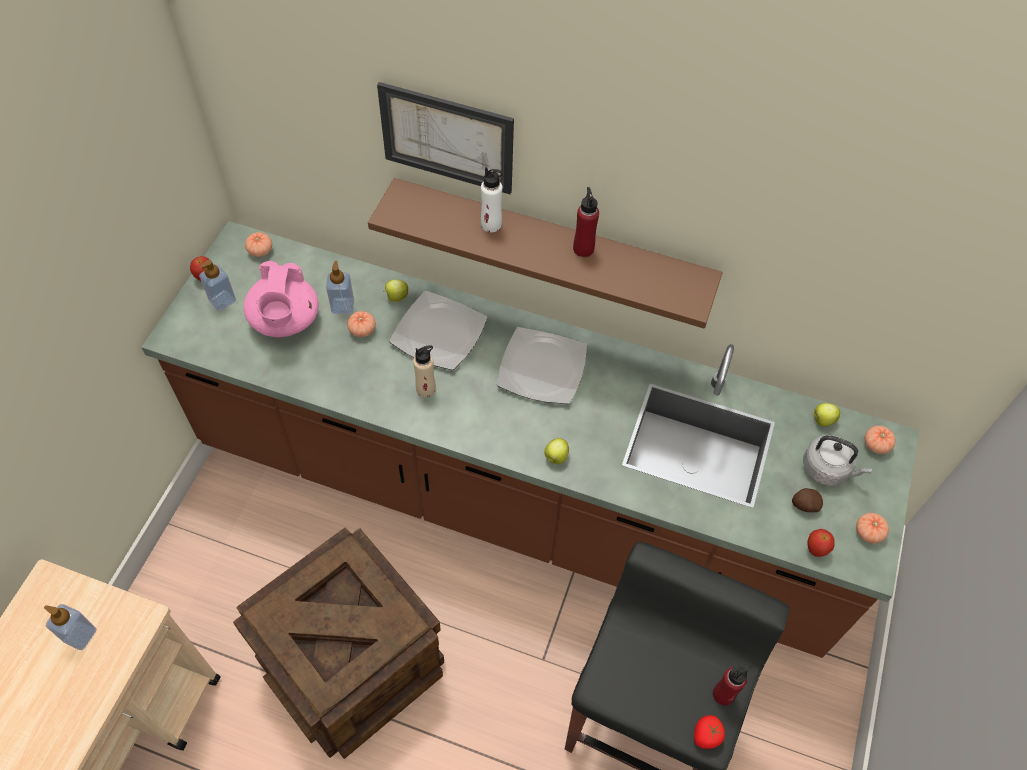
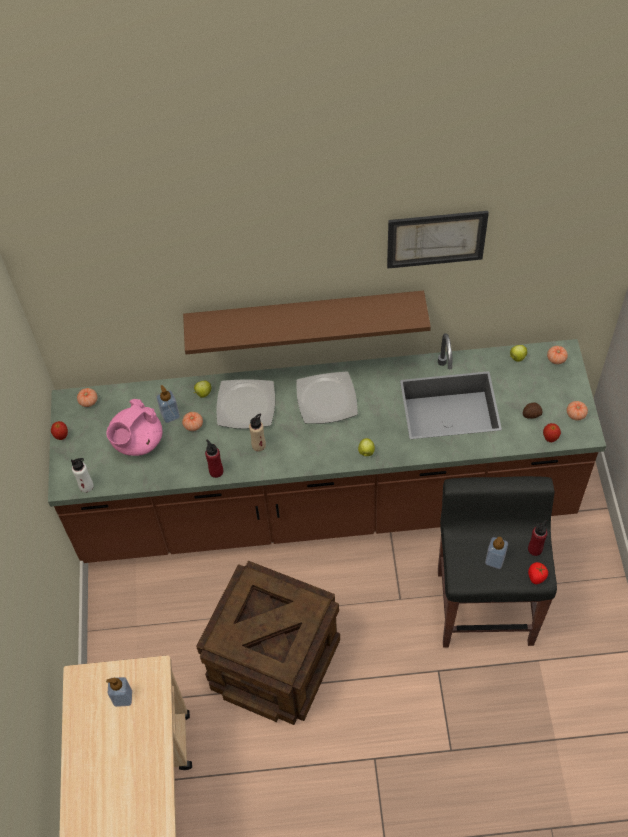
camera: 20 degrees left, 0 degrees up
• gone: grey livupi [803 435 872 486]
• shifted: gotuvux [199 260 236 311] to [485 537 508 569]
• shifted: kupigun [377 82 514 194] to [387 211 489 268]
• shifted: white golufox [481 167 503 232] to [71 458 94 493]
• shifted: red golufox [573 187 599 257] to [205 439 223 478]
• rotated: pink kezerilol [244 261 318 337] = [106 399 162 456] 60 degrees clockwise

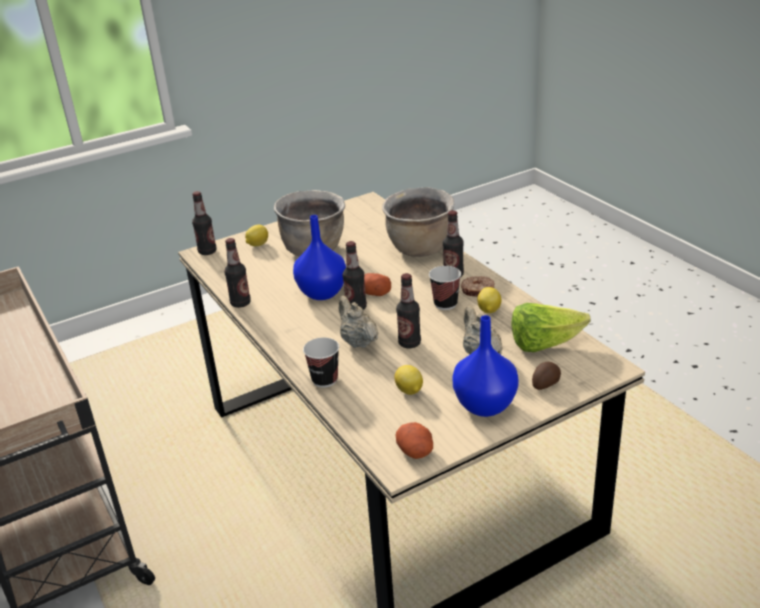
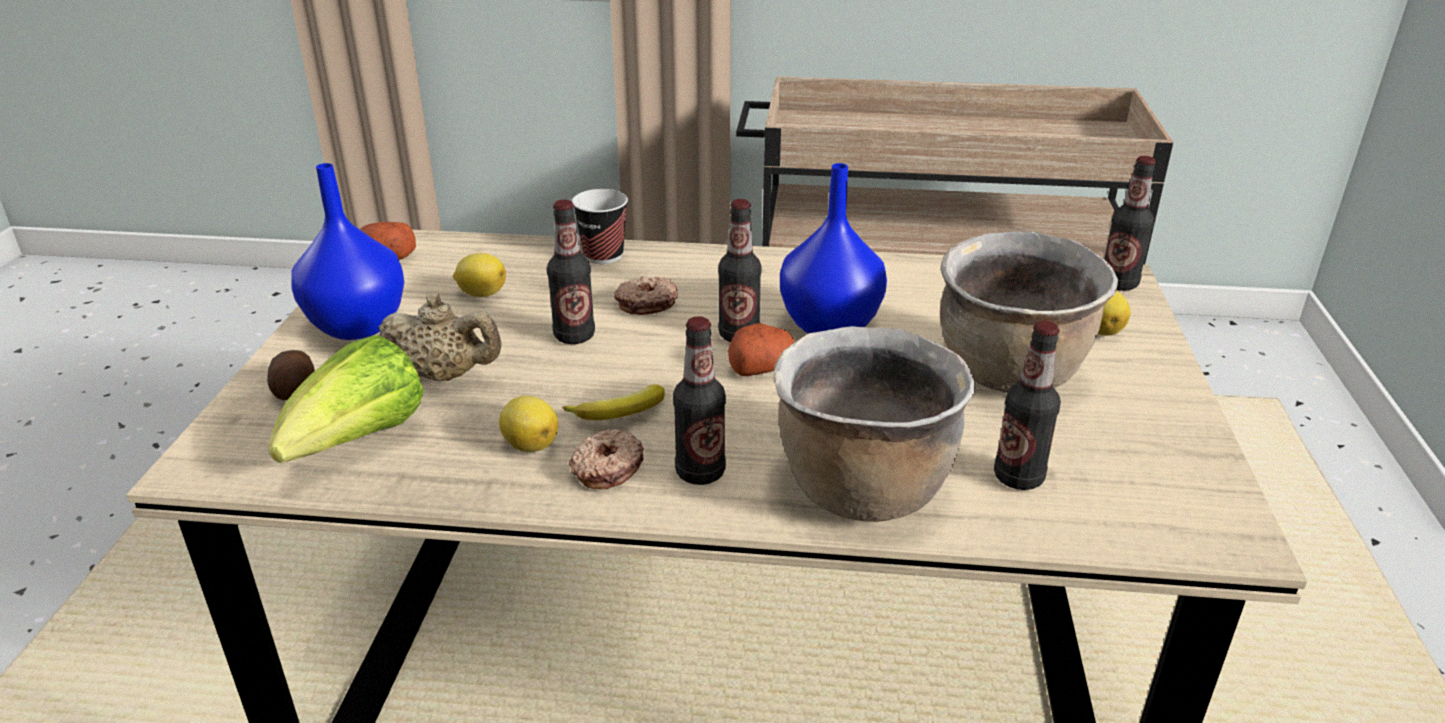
camera: 125 degrees right, 0 degrees up
• shifted: golufox [225 238 251 308] to [994 321 1061 490]
• swapped: beige kezerilol [339 296 378 348] to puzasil [614 276 678 315]
• swapped: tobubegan [429 266 461 310] to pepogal [562 384 665 420]

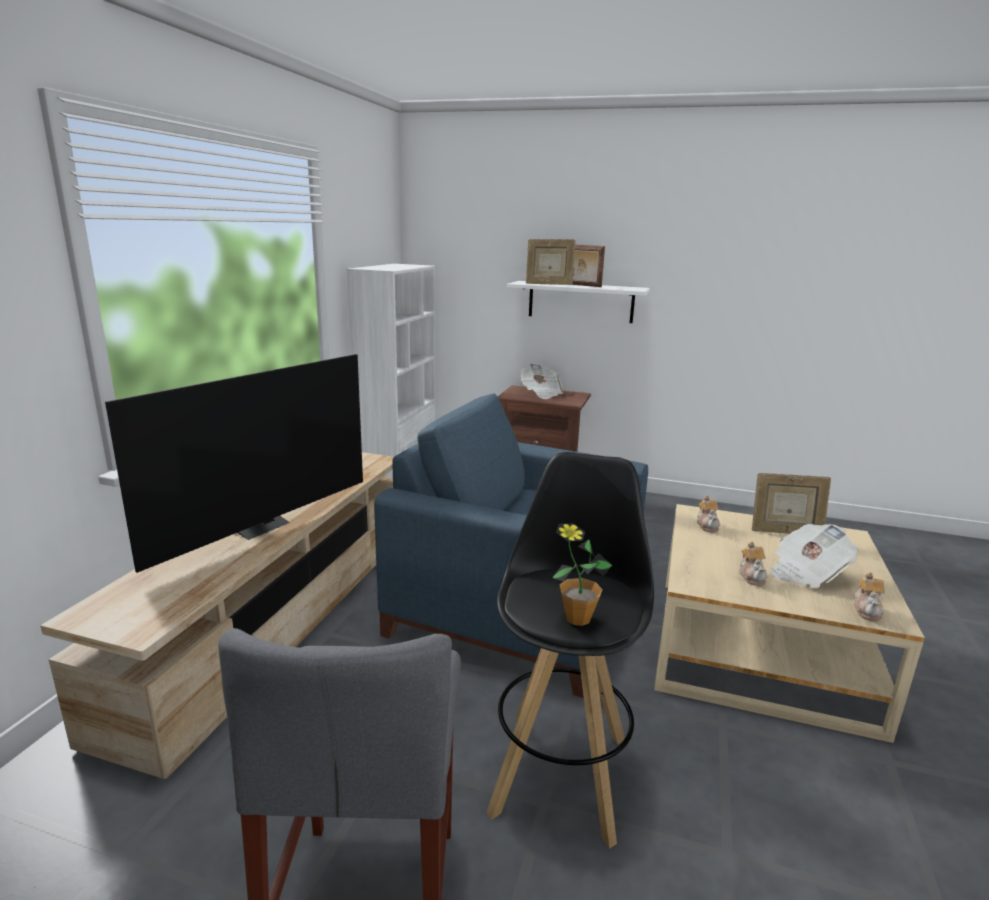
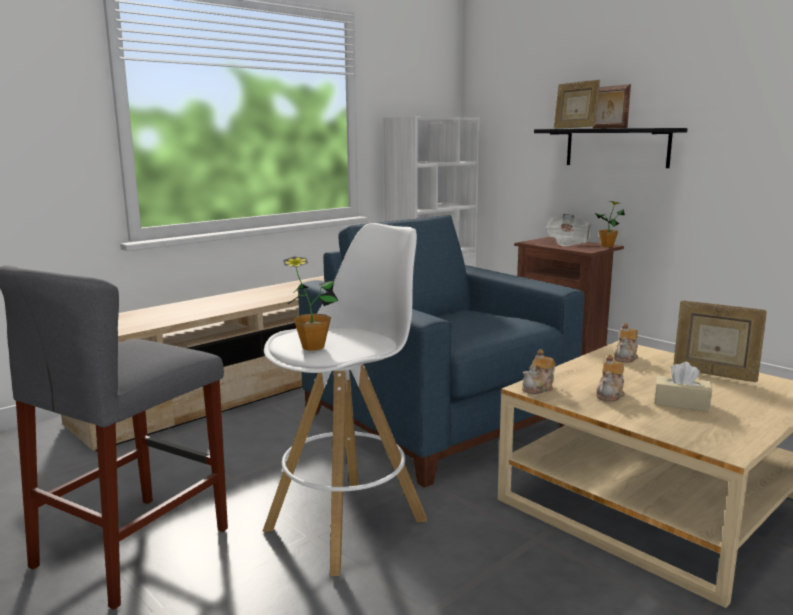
camera: 30 degrees right, 5 degrees down
• gone: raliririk [105 354 363 573]
• new: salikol [595 201 625 247]
• shifted: kezerilol [854 572 885 621] to [522 349 556 394]
• swapped: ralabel [770 524 858 588] to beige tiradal [655 362 712 412]
• repainted: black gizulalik [487 452 654 849] to white gizulalik [262 223 427 576]
• repainted: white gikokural [507 281 650 323] to black gikokural [534 128 688 168]

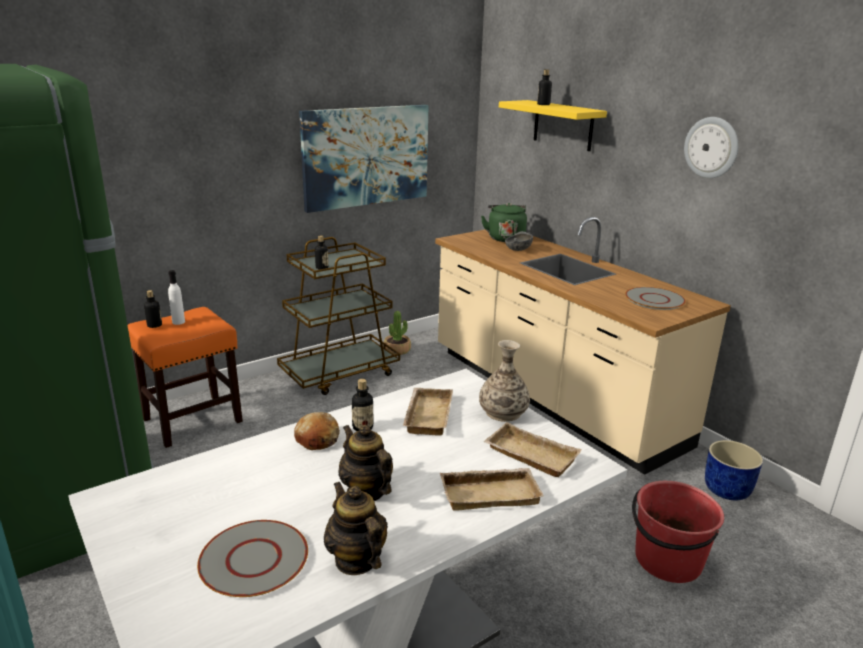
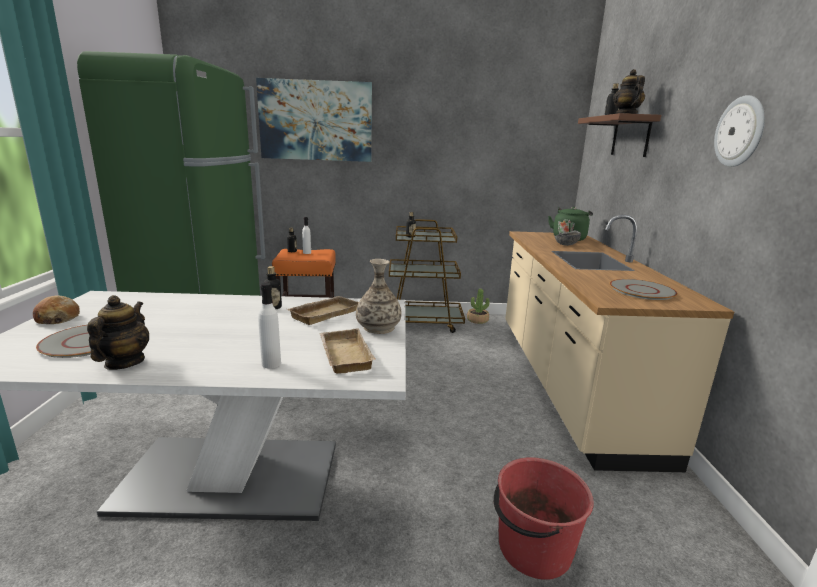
camera: 35 degrees right, 5 degrees down
• gone: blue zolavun [705 440 763 501]
• shifted: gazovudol [294 412 340 450] to [33 295 80 324]
• shifted: kupigun [299 105 428 213] to [256 78 372 162]
• shifted: kezerilol [339 425 393 502] to [613 69 645 114]
• swapped: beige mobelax [440 468 543 511] to white golufox [258 283 281 369]
• repainted: yellow gikokural [499 100 607 151] to brown gikokural [578 113 661 157]

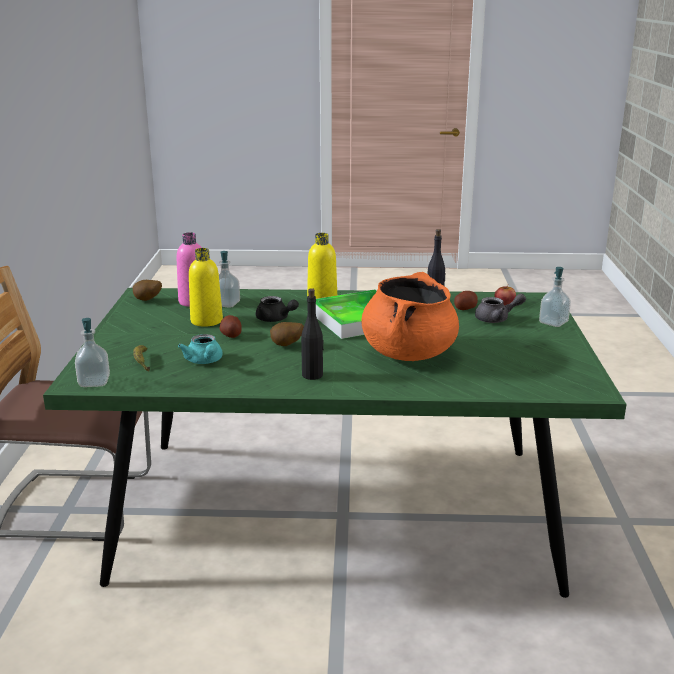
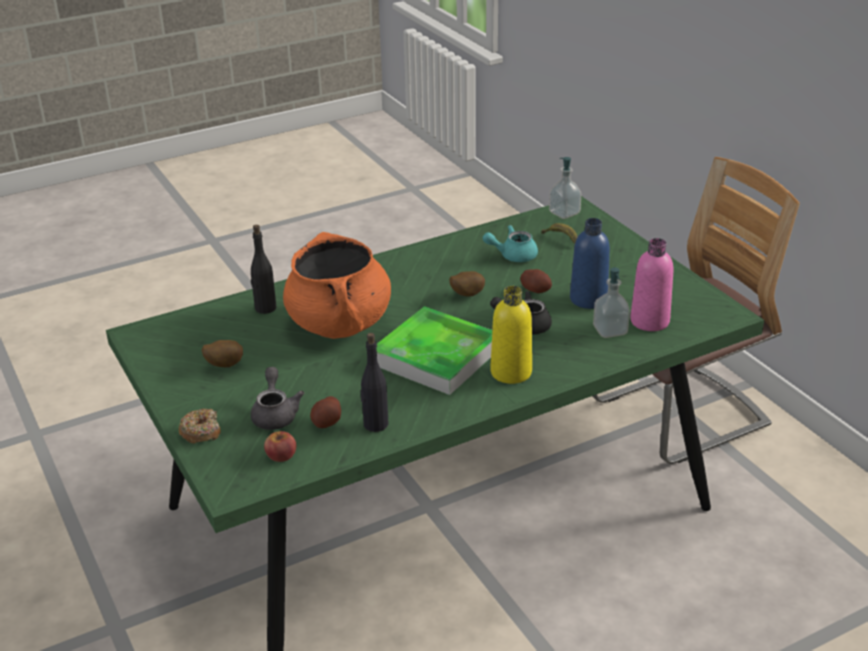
camera: 150 degrees right, 10 degrees up
• shifted: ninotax [133 280 162 301] to [202 340 243 367]
• shifted: black golufox [301 288 324 380] to [251 225 276 314]
• swapped: gotuvux [539 267 571 327] to puzasil [179 409 221 444]
• repainted: yellow golufox [189 248 223 327] to blue golufox [570 218 610 309]
• rotated: turquoise kezerilol [178 334 223 364] = [483 225 538 262] 45 degrees counterclockwise
• rotated: grey kezerilol [475 293 526 323] = [251 367 304 430] 120 degrees clockwise

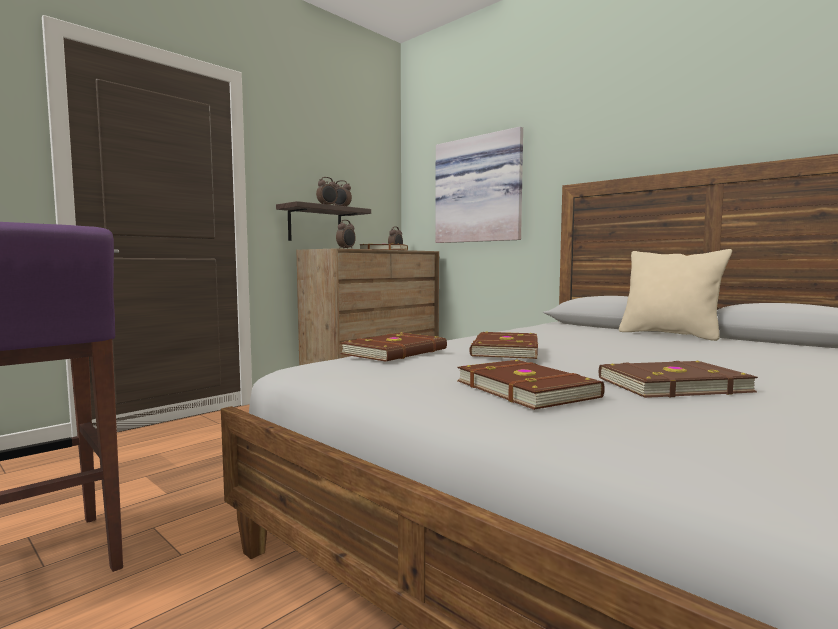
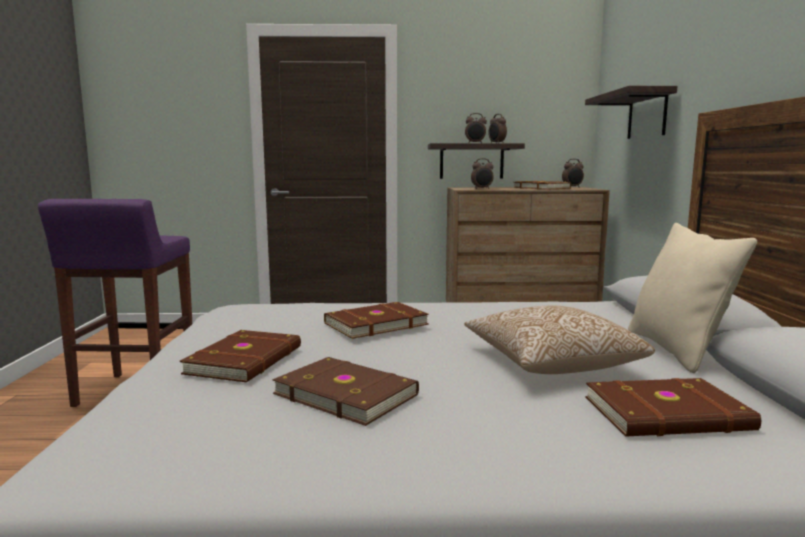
camera: 45 degrees right, 5 degrees up
• new: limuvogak [464 306 655 374]
• shifted: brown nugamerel [340 332 447 362] to [586 378 761 436]
• swapped: kupigun [435 127 523 243] to gikokural [585 86 678 139]

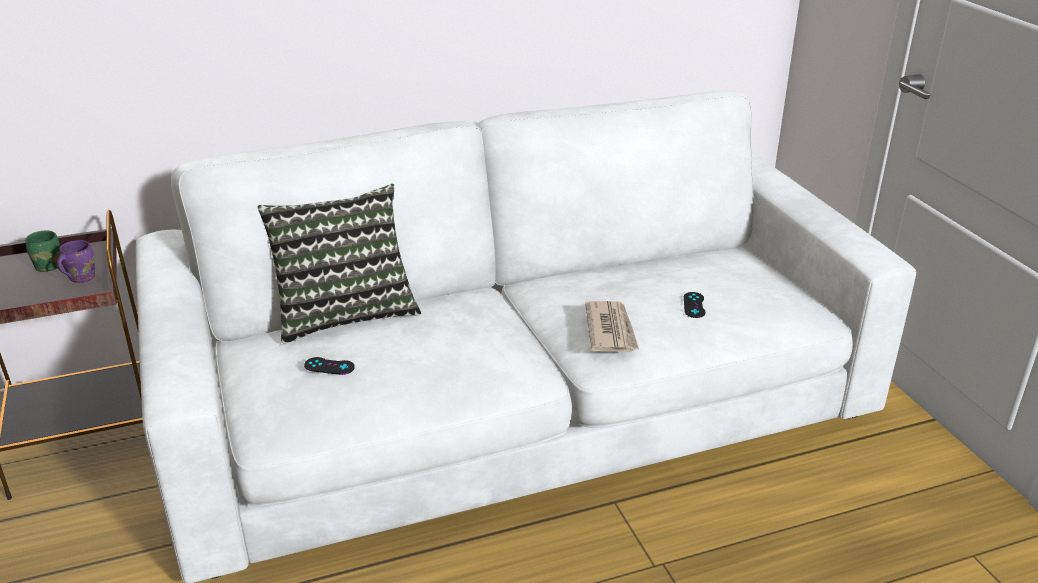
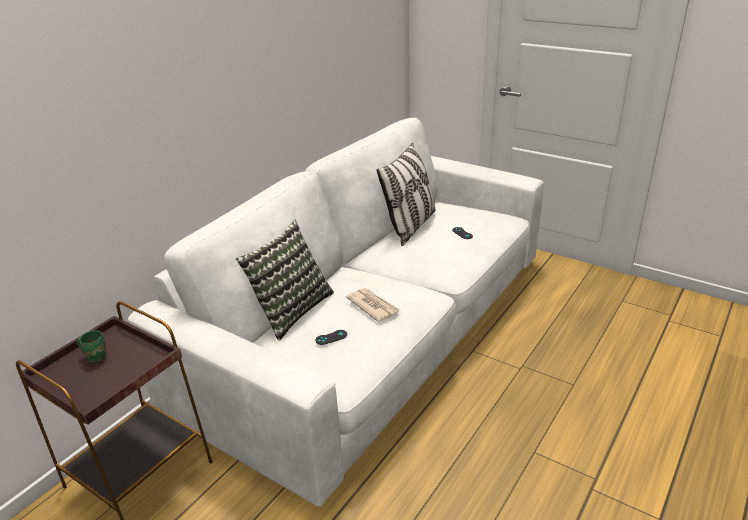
camera: 35 degrees left, 0 degrees up
• gone: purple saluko [57 240 95 283]
• new: limuvogak [376 143 435 246]
• shifted: ralabel [585 301 639 352] to [346 288 400 322]

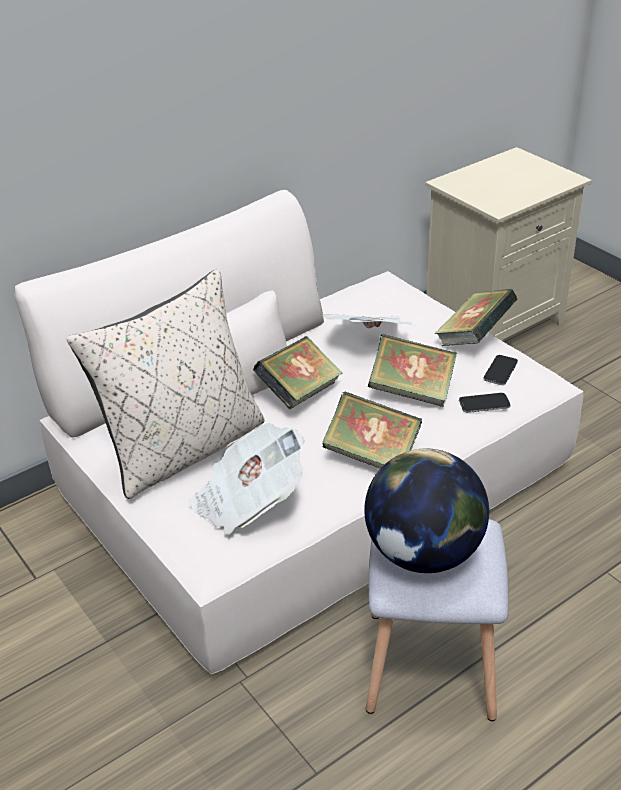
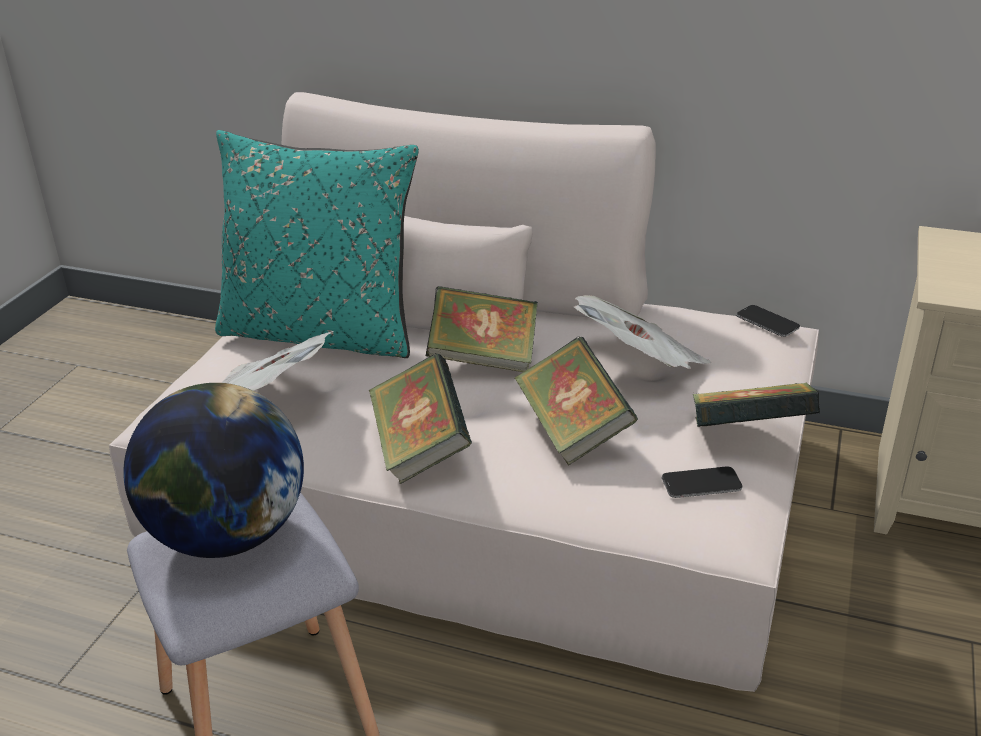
camera: 55 degrees right, 5 degrees down
• shifted: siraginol [459 393 510 413] to [736 305 800 337]
• repainted: beige limuvogak [67 270 264 499] to turquoise limuvogak [215 130 419 358]

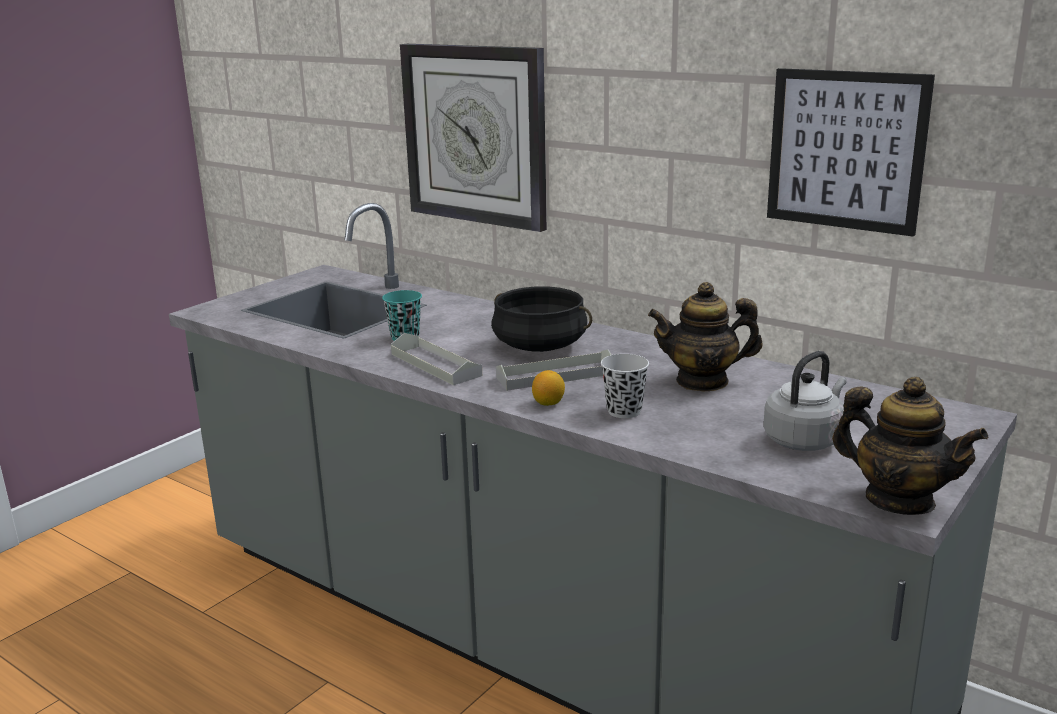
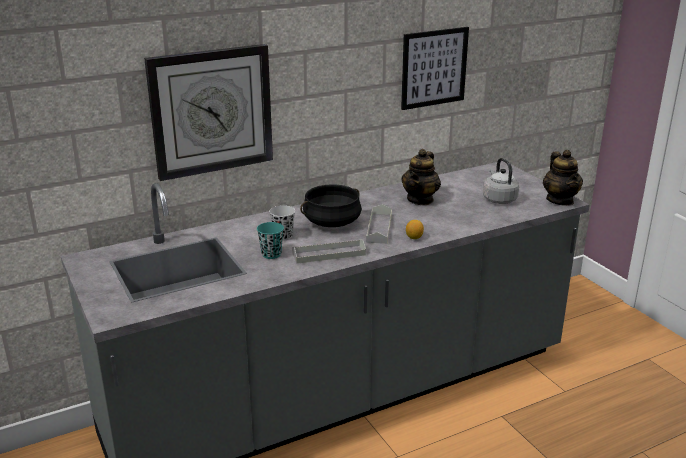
camera: 65 degrees left, 5 degrees up
• shifted: black tobubegan [601 354 649 418] to [269 205 295 241]
• rotated: kezerilol [832 377 988 515] = [543 150 583 206] 105 degrees clockwise

